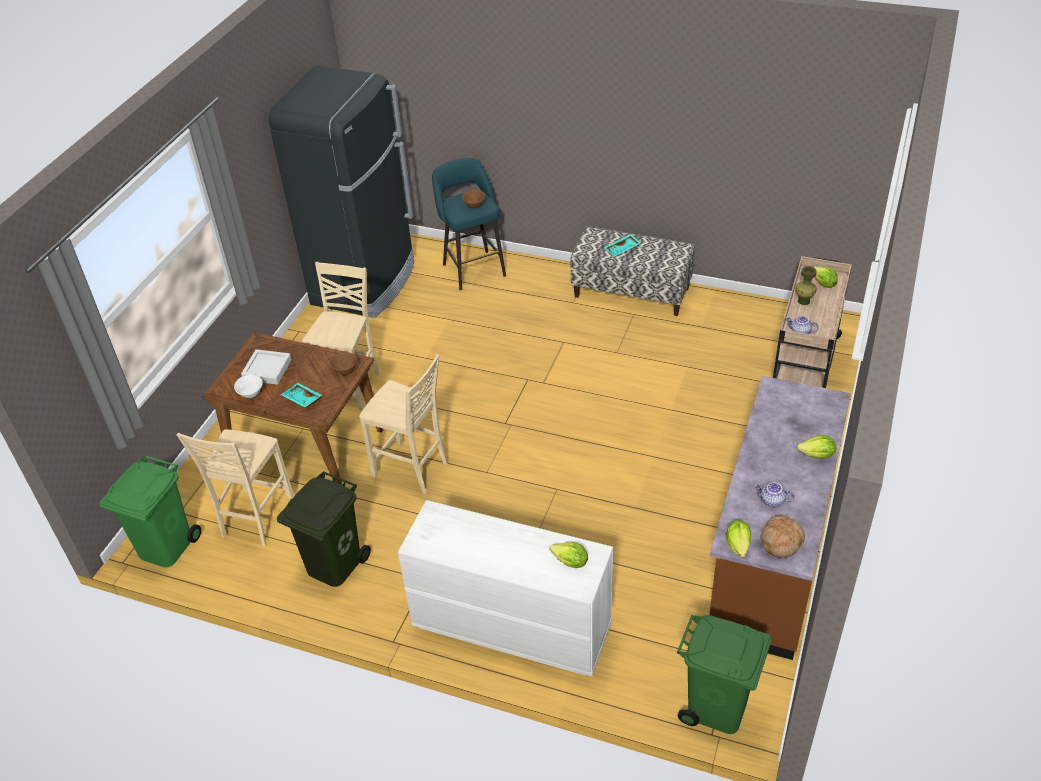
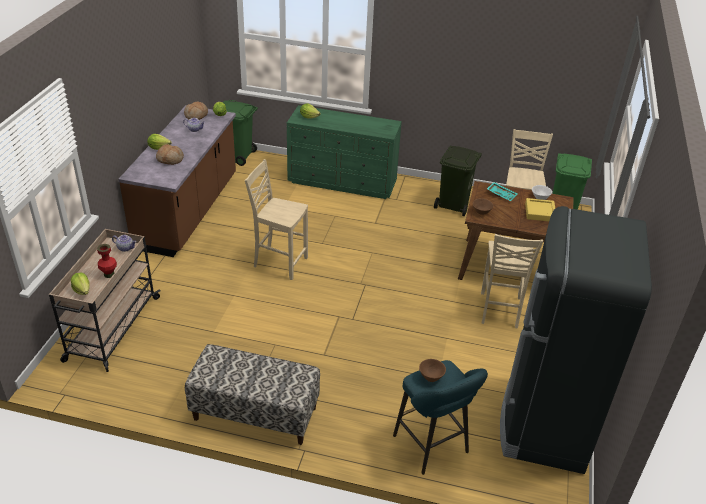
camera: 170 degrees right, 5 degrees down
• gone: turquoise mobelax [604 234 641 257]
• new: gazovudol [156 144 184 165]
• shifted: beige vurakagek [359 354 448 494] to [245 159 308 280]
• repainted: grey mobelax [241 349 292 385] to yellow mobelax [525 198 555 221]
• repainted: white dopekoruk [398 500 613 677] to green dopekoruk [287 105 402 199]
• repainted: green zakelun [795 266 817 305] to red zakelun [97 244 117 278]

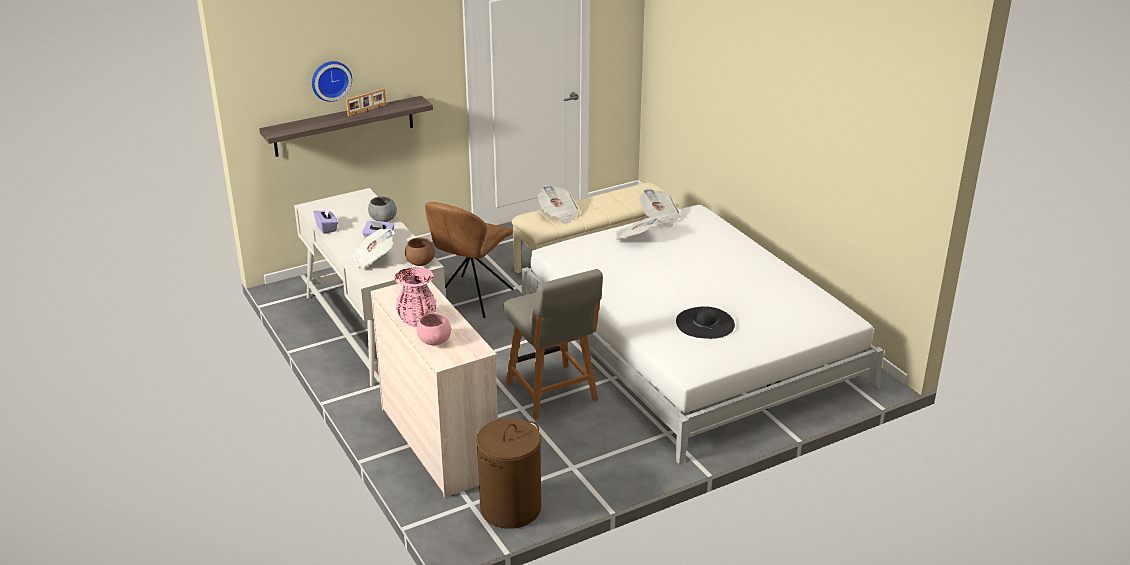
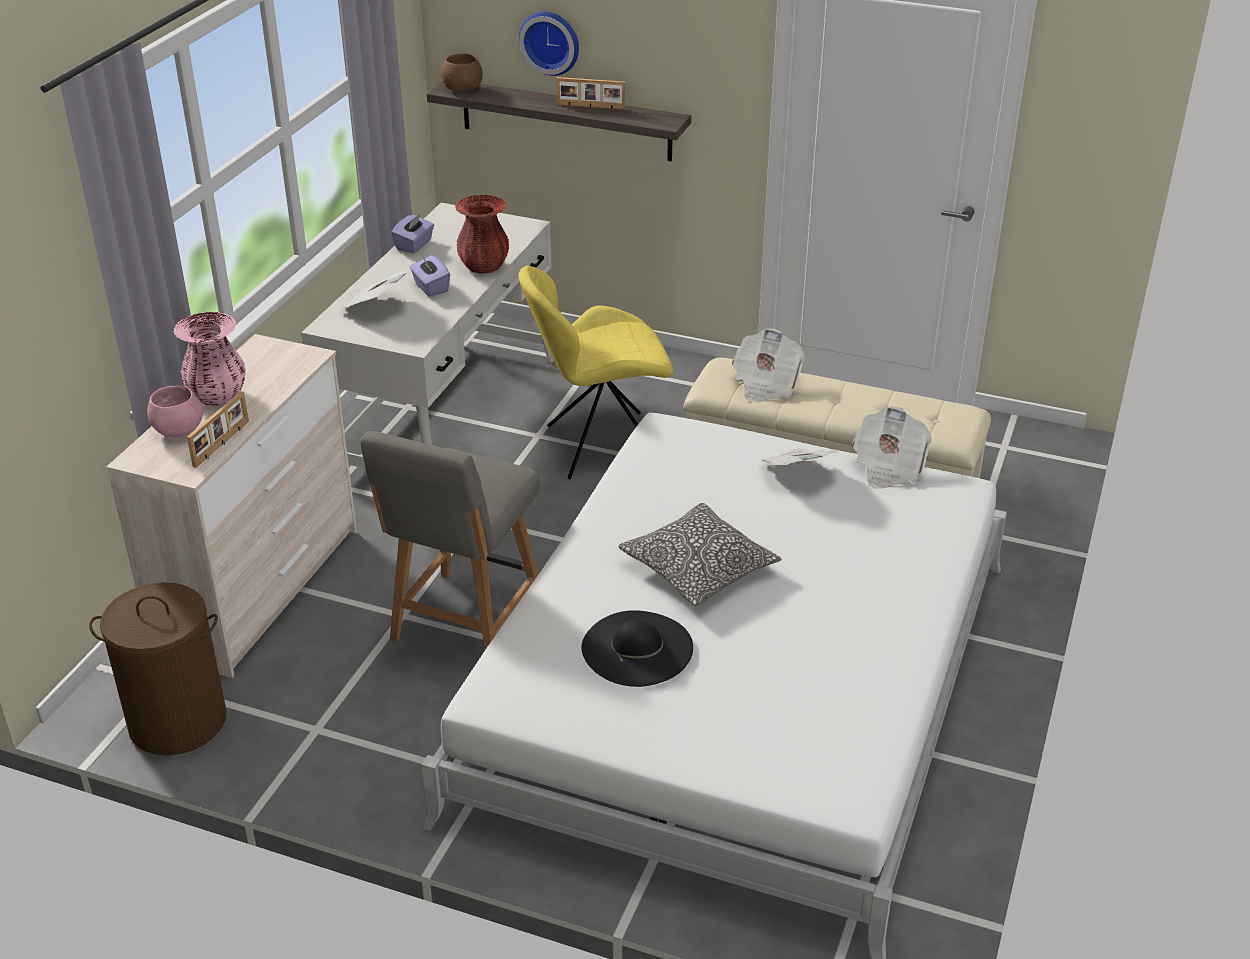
camera: 50 degrees right, 5 degrees up
• new: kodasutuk [187 391 249 468]
• new: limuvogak [618 503 781 606]
• shifted: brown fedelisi [405 238 435 266] to [441 53 483 92]
• swapped: grey fedelisi [368 196 397 222] to red zakelun [455 195 509 274]
• repainted: brown vurakagek [425 202 513 318] to yellow vurakagek [518 266 673 479]

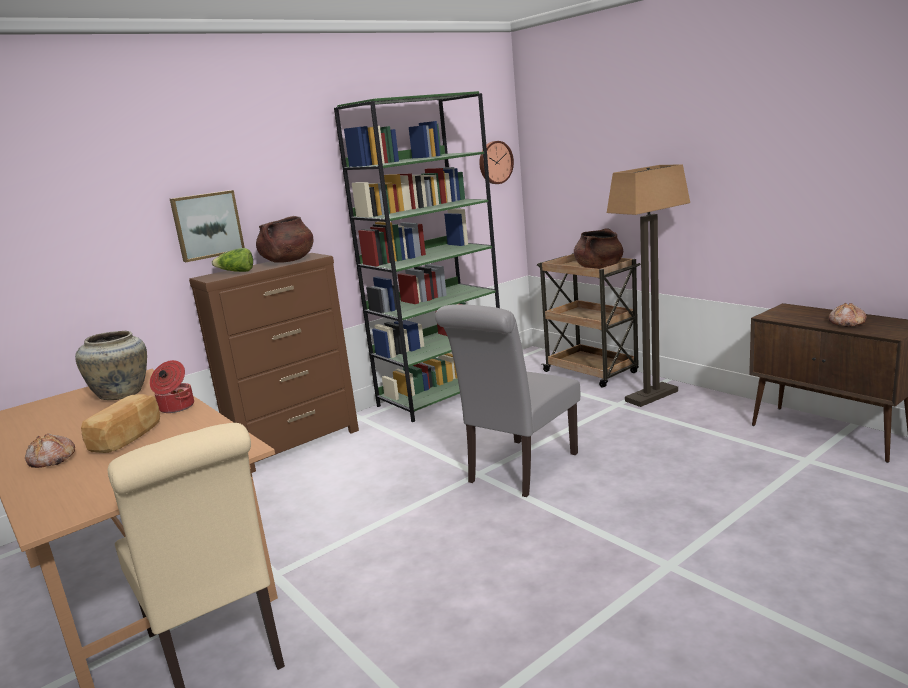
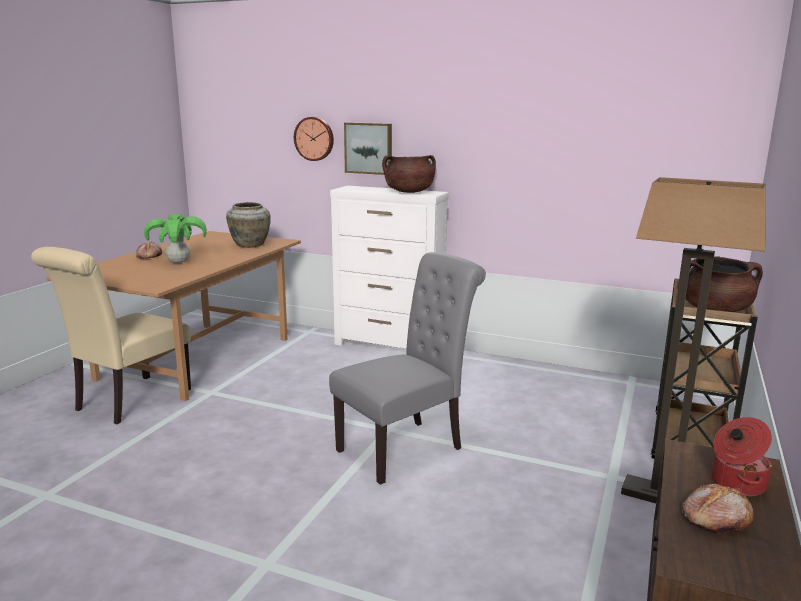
camera: 60 degrees right, 0 degrees up
• gone: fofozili [212 248 253 272]
• gone: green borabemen [334 91 500 422]
• shifted: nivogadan [150 360 194 413] to [712 417 772 496]
• shifted: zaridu [479 141 514 184] to [294 117 334 161]
• swapped: gazovudol [81 394 160 453] to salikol [144 214 207 263]
• repainted: brown dopekoruk [189 253 359 473] to white dopekoruk [330 186 449 349]
• rotated: grey vurakagek [435 304 580 497] = [329 252 486 485] 135 degrees clockwise

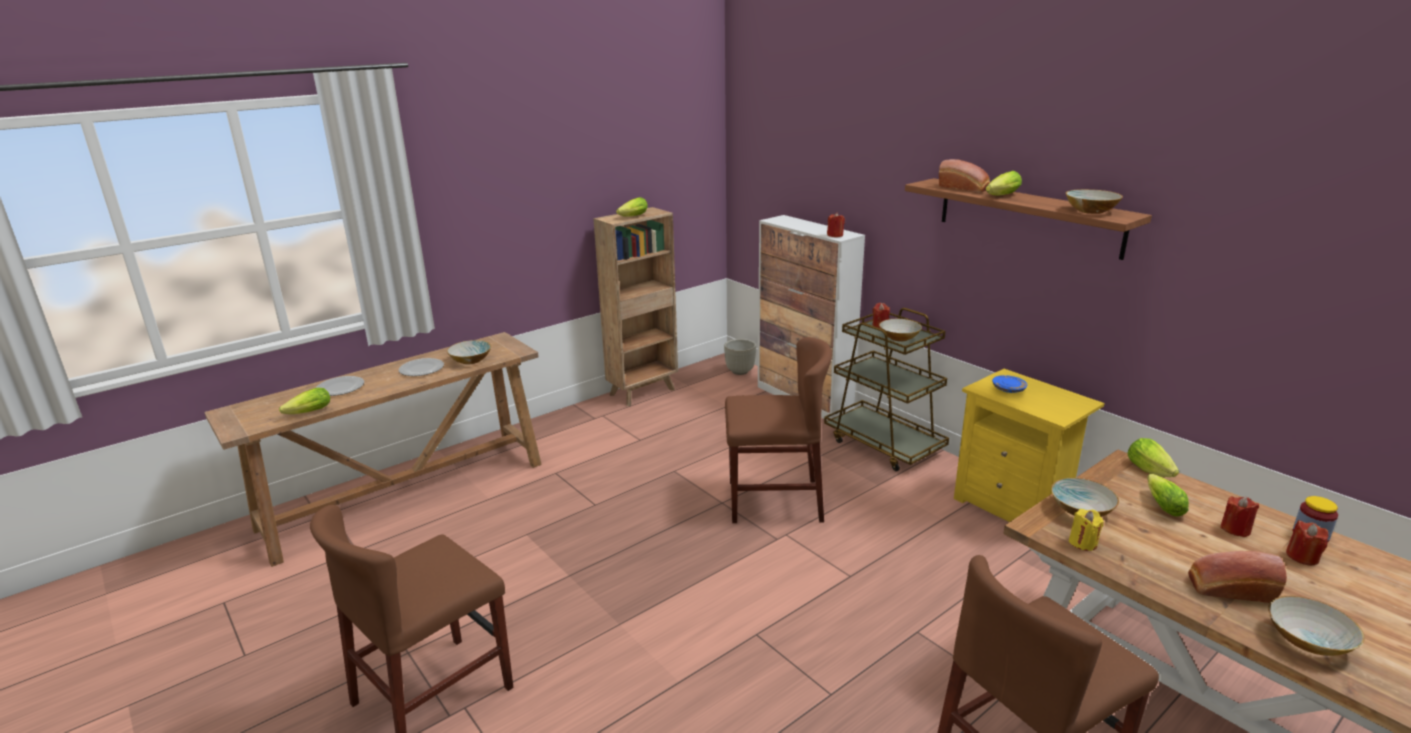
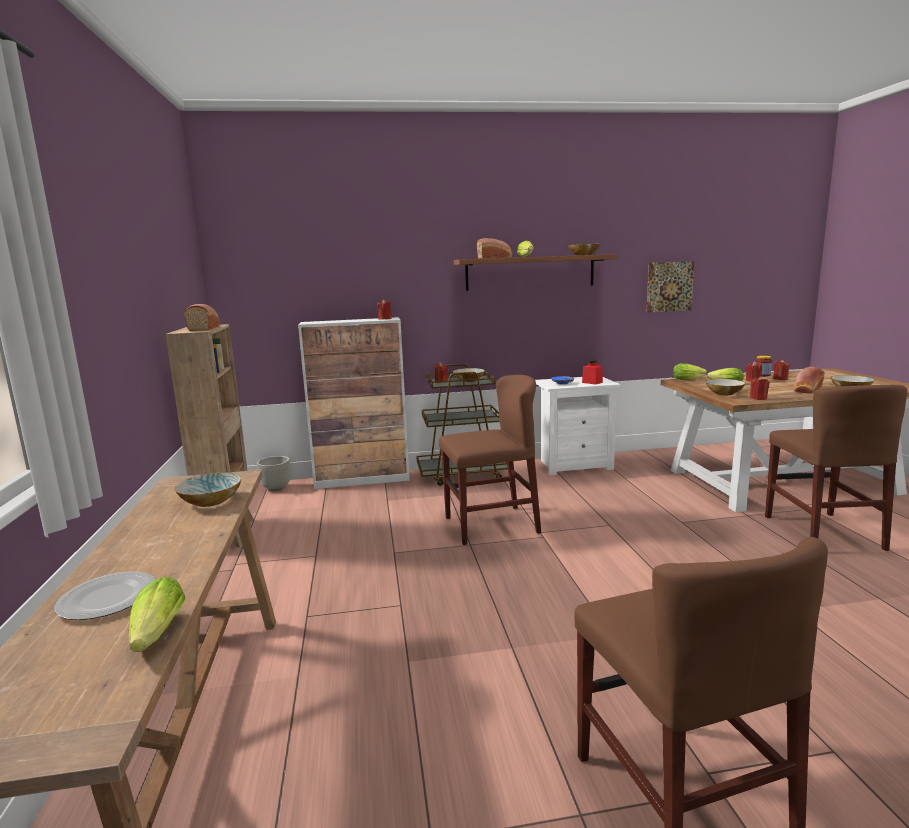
camera: 60 degrees left, 10 degrees down
• gone: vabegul [399 358 444 376]
• new: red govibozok [582 360 603 385]
• new: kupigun [647 261 694 313]
• swapped: fofozili [616 197 648 217] to gazovudol [184 304 220 331]
• repainted: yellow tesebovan [954 369 1105 522] to white tesebovan [535 377 620 475]
• repainted: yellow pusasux [1069 509 1104 551] to red pusasux [749 376 770 400]
• rotated: brown vurakagek [725 337 832 523] = [439 375 541 545] 45 degrees clockwise

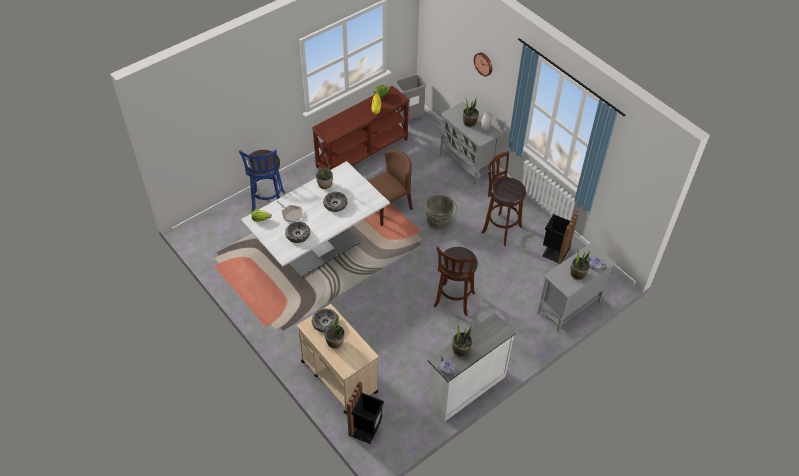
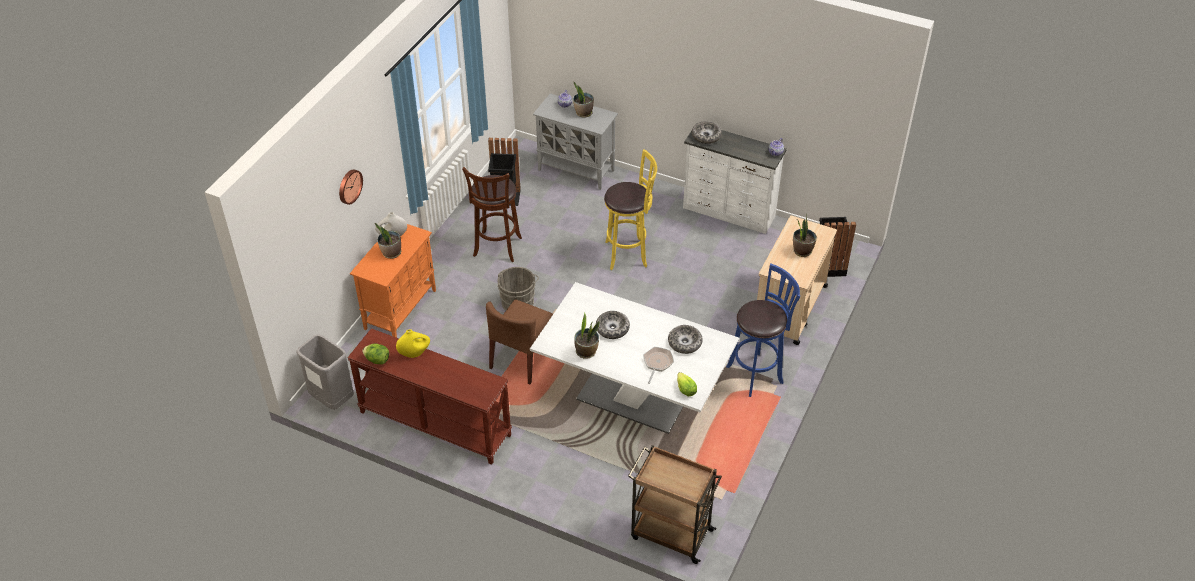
camera: 115 degrees left, 5 degrees down
• gone: salikol [452 323 473 357]
• new: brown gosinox [628 445 722 564]
• shifted: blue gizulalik [239 149 285 212] to [726 263 800 397]
• shifted: fedelisi [312 308 339 333] to [692 121 722 144]
• repainted: brown gizulalik [434 246 478 316] to yellow gizulalik [604 149 657 270]
• repainted: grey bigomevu [440 102 502 185] to orange bigomevu [350 224 436 338]
• rotated: brown vurakagek [367 150 412 226] = [486 300 553 384] 90 degrees counterclockwise

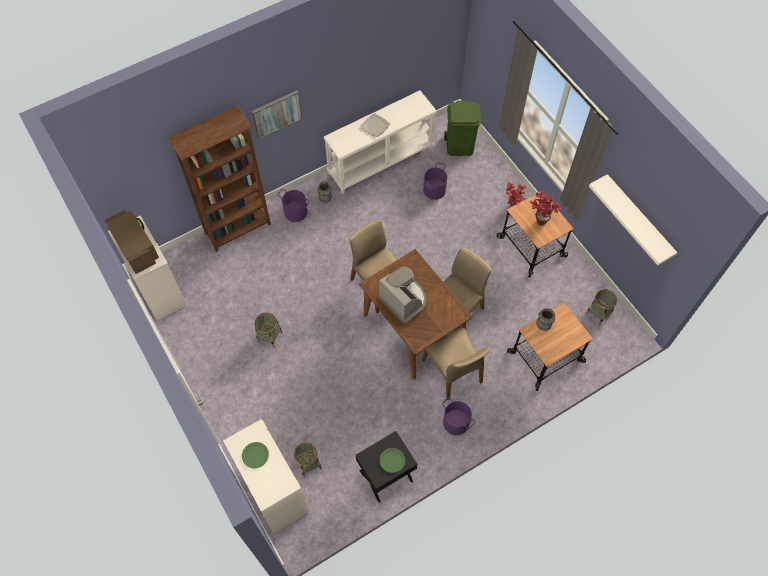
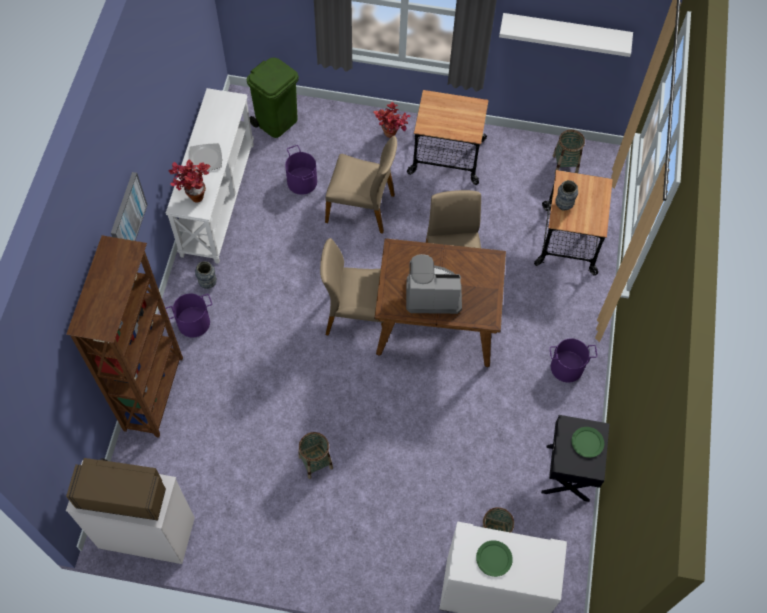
camera: 50 degrees left, 0 degrees up
• shifted: beige vurakagek [422 328 490 400] to [325 135 397 234]
• shifted: salikol [530 190 562 226] to [169 159 210 203]

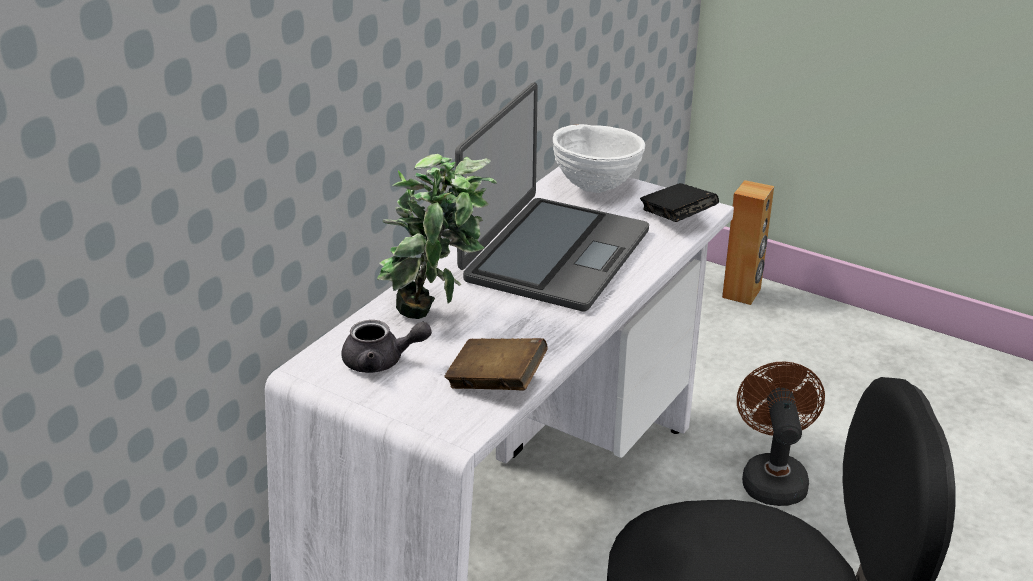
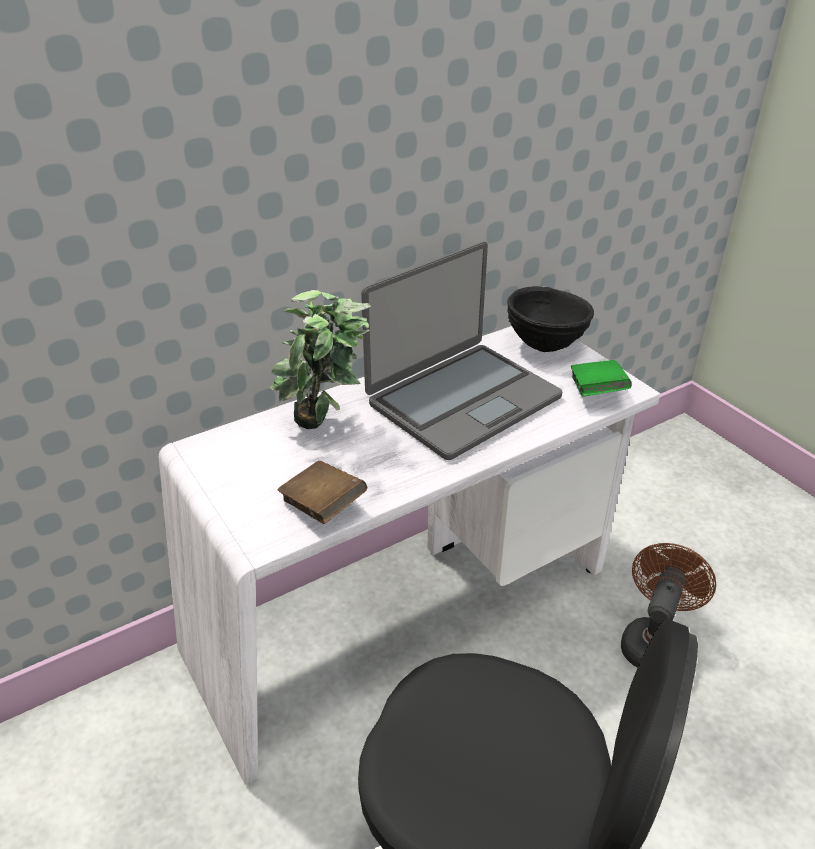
camera: 25 degrees right, 5 degrees up
• gone: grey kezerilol [341 320 432 373]
• gone: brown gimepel [722 180 774 305]
• repainted: white fedelisi [553 124 645 193] to black fedelisi [507 286 594 352]
• repainted: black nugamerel [640 183 719 222] to green nugamerel [570 360 632 397]

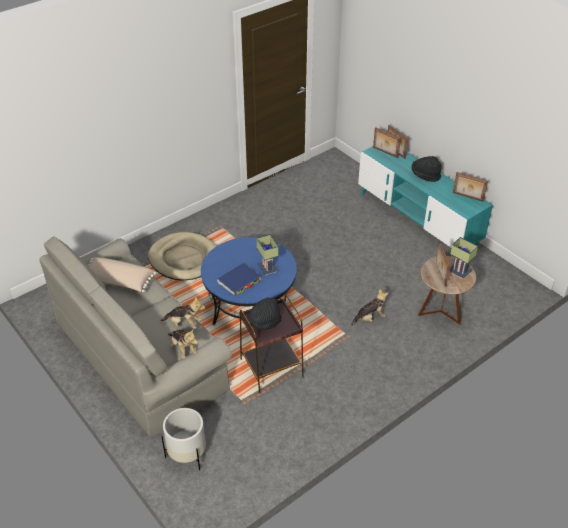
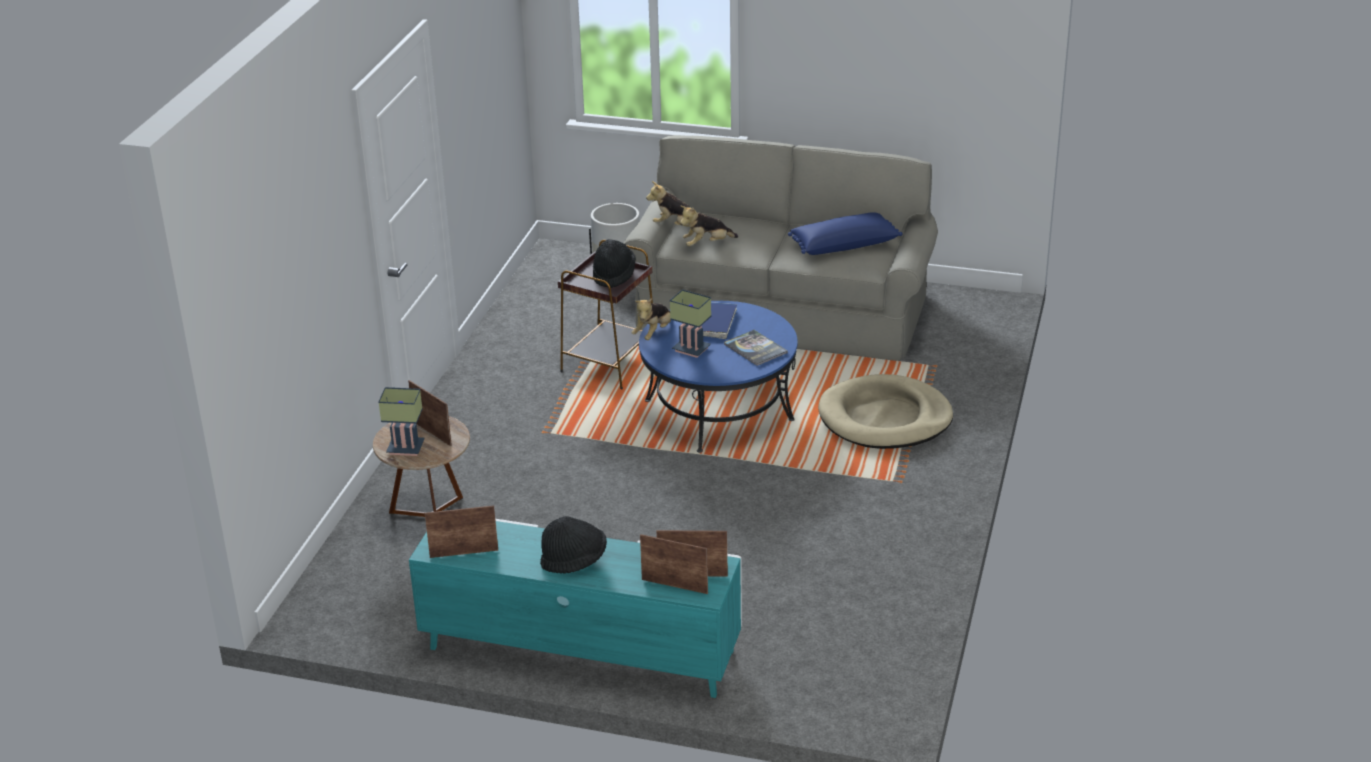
camera: 145 degrees right, 10 degrees down
• new: nugamerel [724 330 788 366]
• shifted: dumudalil [351 289 388 326] to [631 298 671 340]
• repainted: beige limuvogak [88 257 156 292] to blue limuvogak [788 212 902 255]

